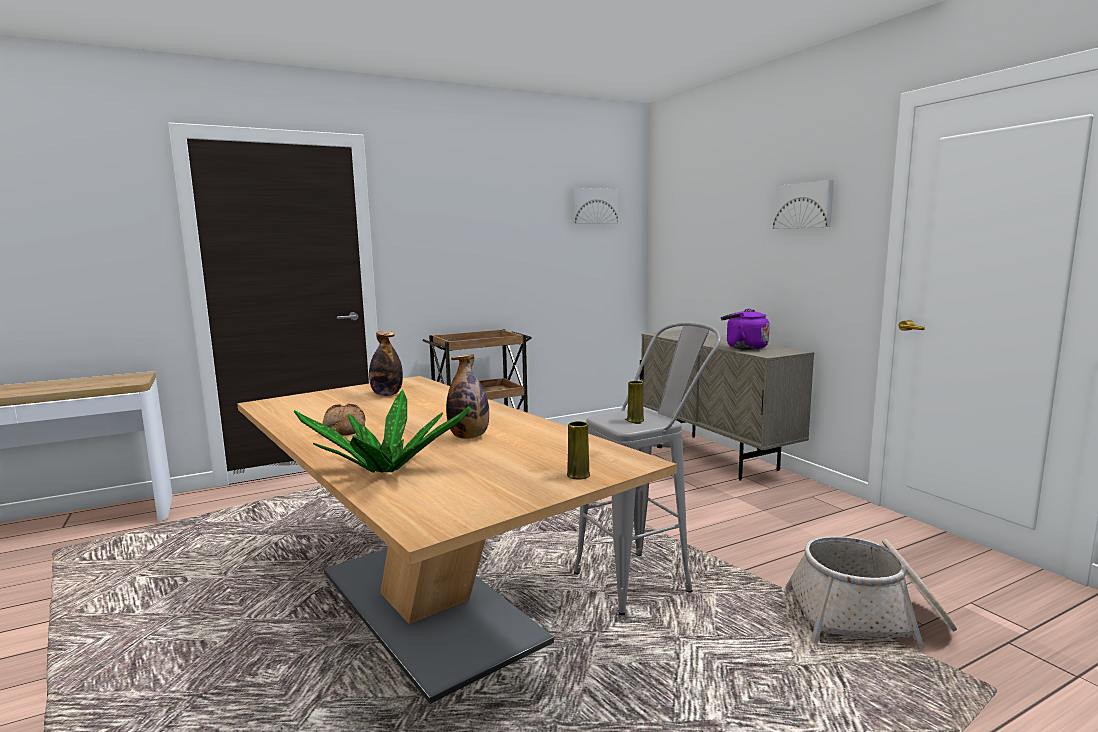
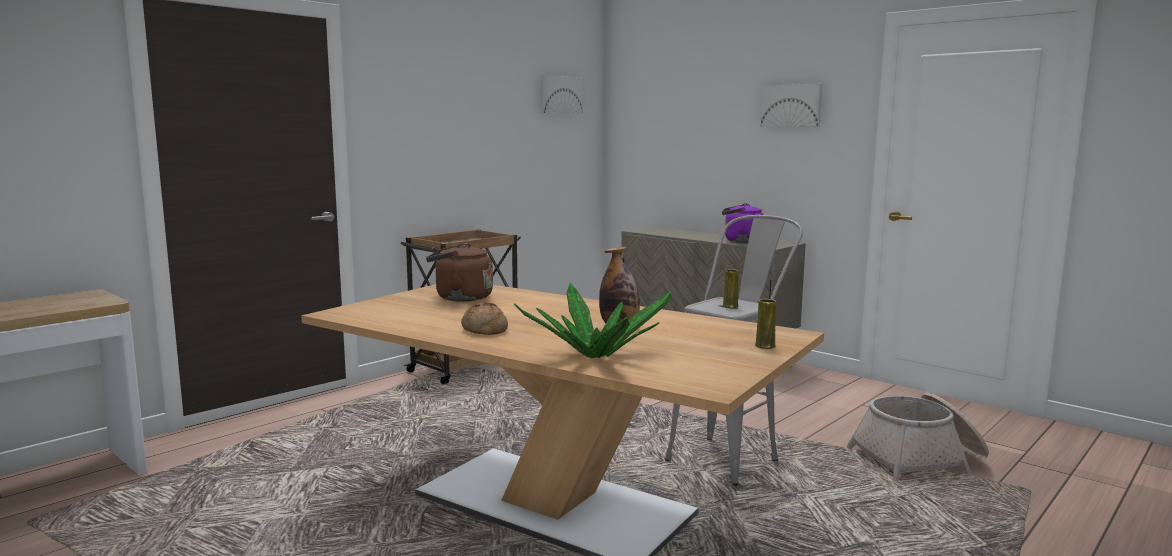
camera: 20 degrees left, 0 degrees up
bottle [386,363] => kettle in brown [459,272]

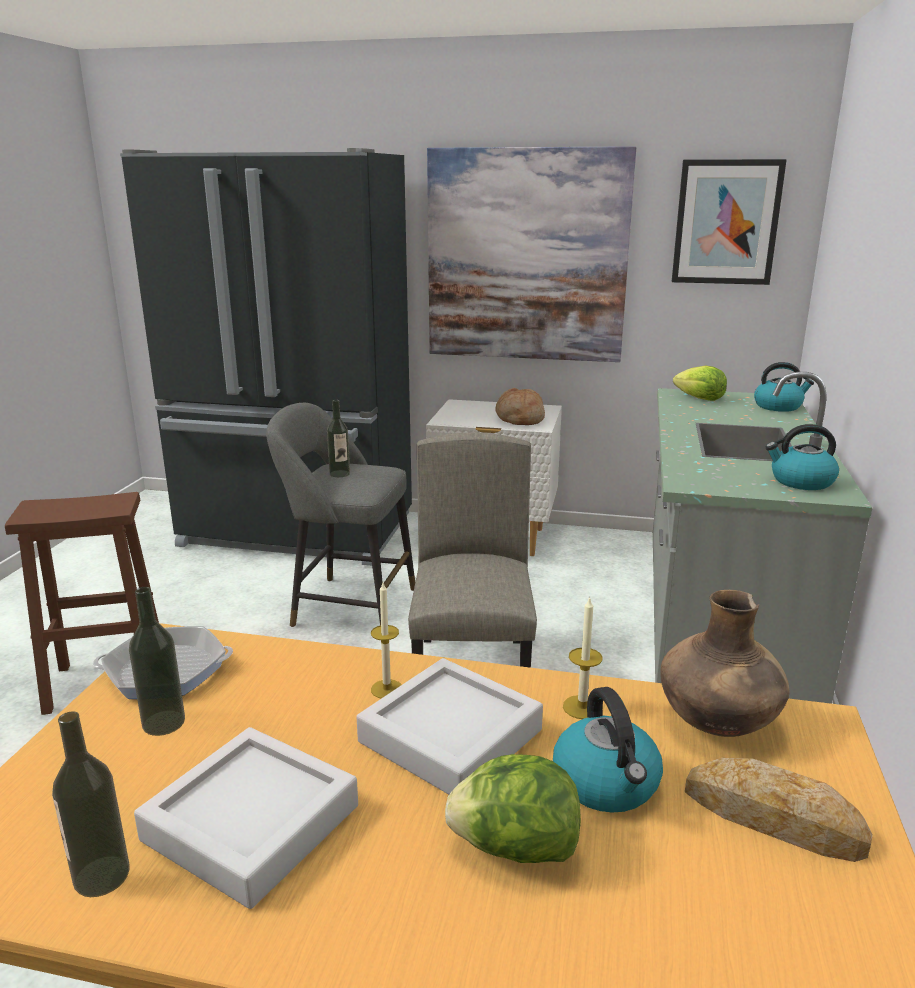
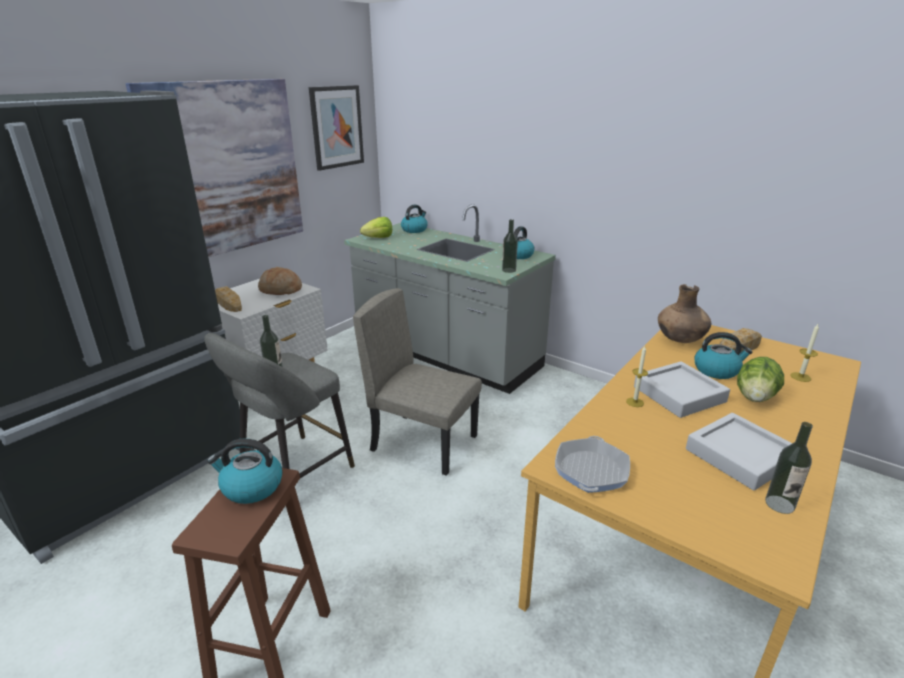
camera: 65 degrees left, 5 degrees up
bottle [157,661] => bottle [510,246], moved
candle [583,657] => candle [804,353], moved
nothing => kettle [245,471]
nothing => bread [228,299]

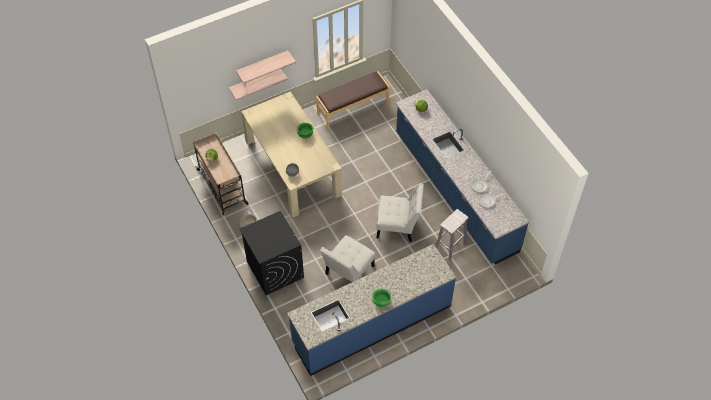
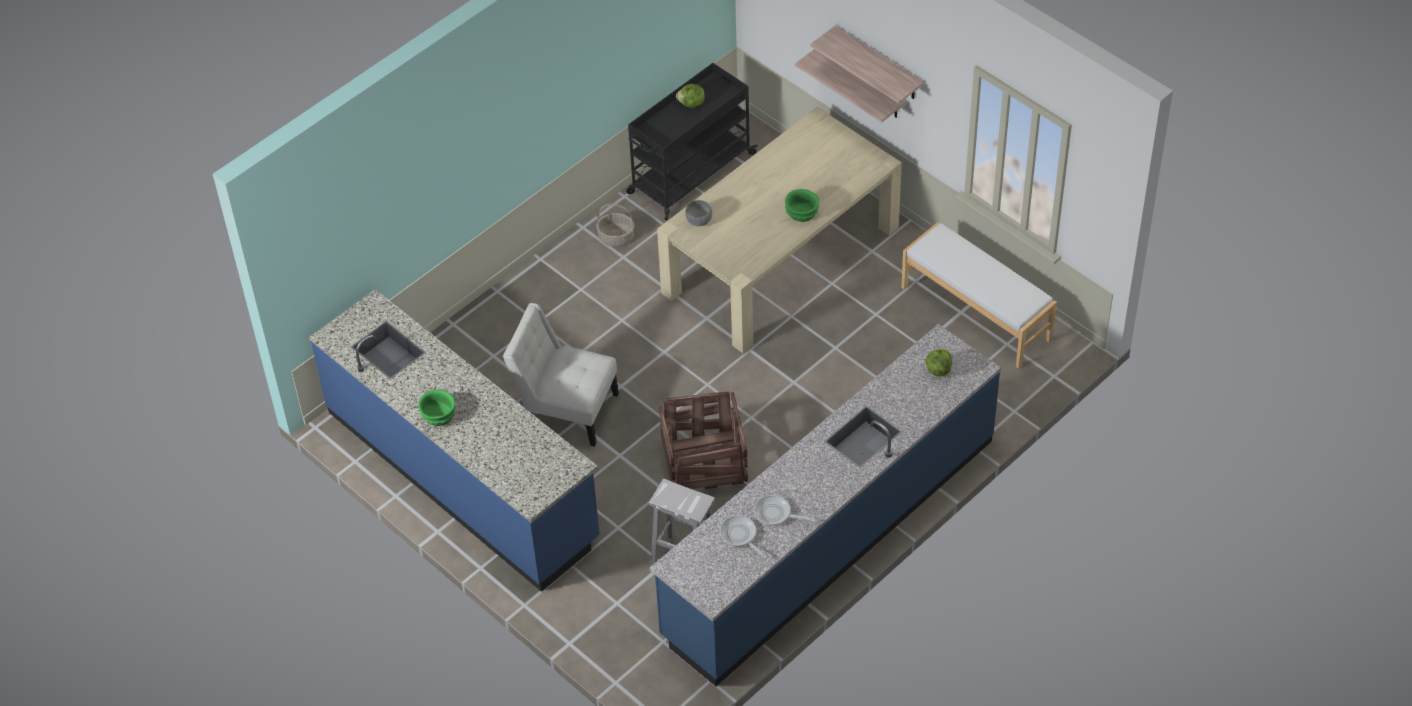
camera: 75 degrees right, 5 degrees down
cart in beige [221,174] => cart in black [692,141]
washing machine in black [272,253] => nothing
bench in brown [353,100] => bench in white [979,295]
chair in white [400,213] => crate [703,440]

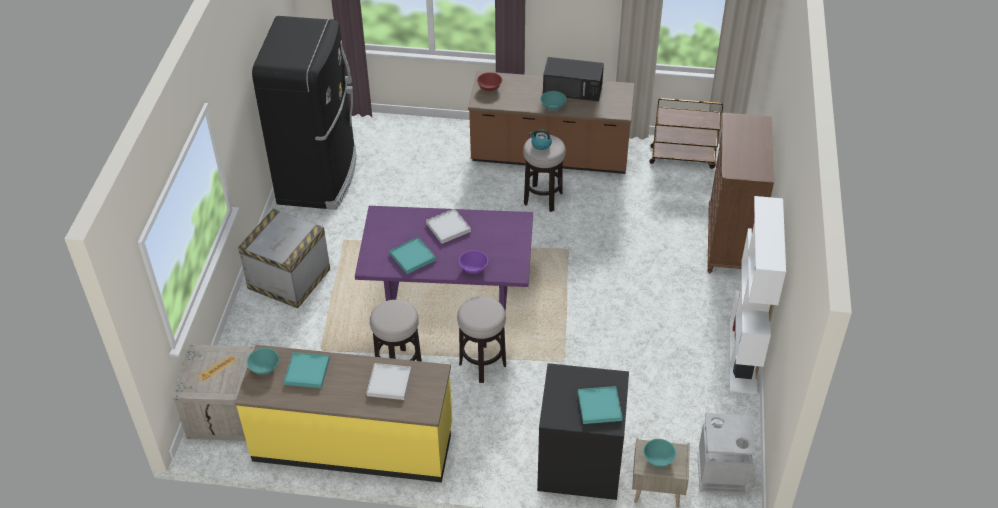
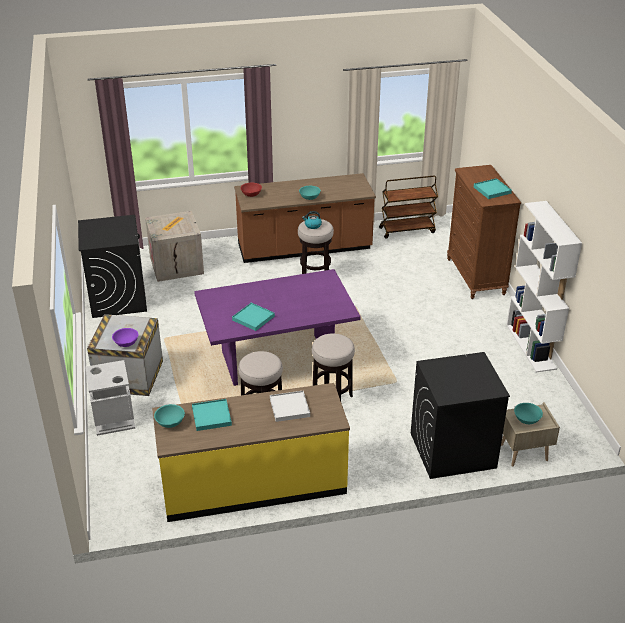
camera: 20 degrees left, 10 degrees down
crate [214,393] => crate [174,246], moved
fridge in black [304,113] => washing machine in black [112,266]
tray in white [448,226] => nothing
bowl in purple [473,262] => bowl in purple [125,337], moved
microwave in black [573,79] => nothing
tray in turquoise [600,405] => tray in turquoise [493,188], moved
trash can in grey [726,453] => trash can in grey [110,398], moved

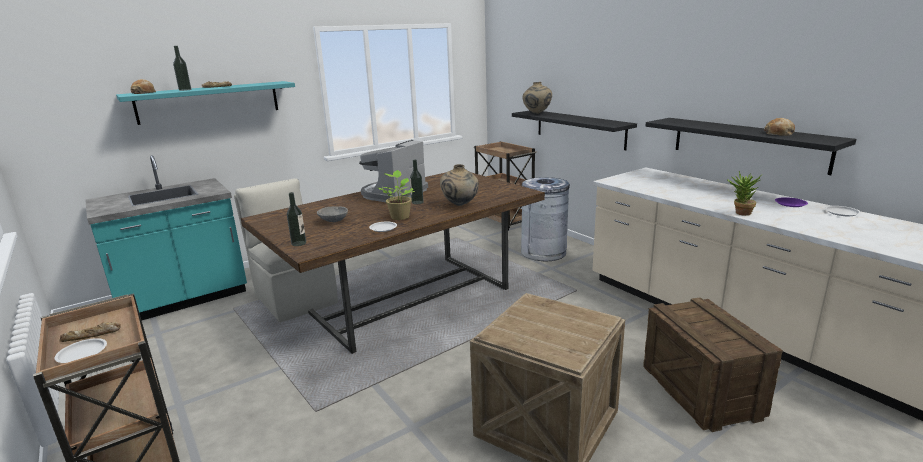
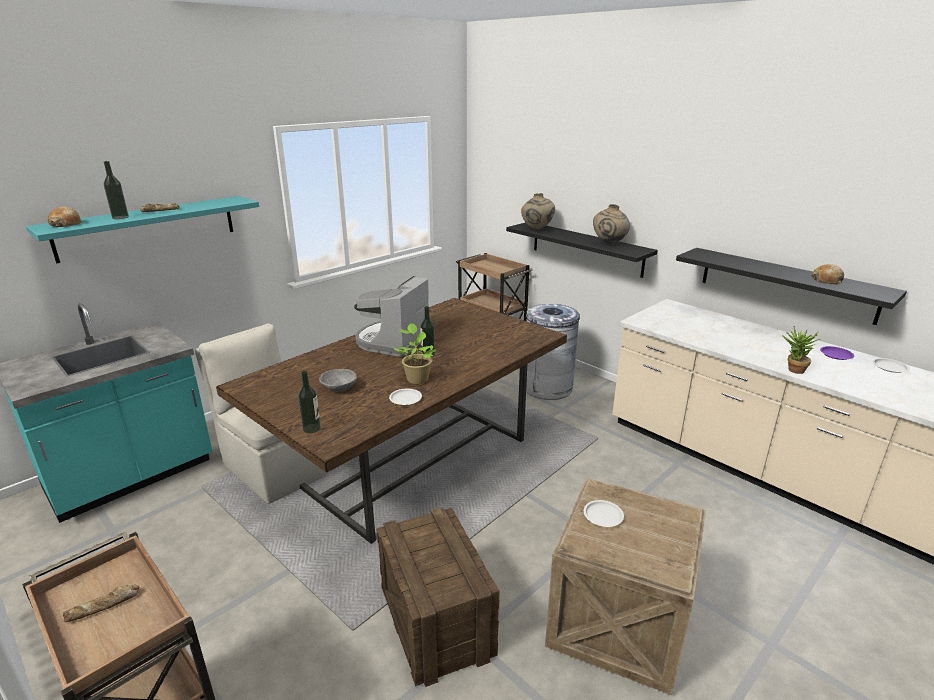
camera: 10 degrees left, 5 degrees up
plate in white [81,350] => plate in white [604,513], moved
vase in beige [459,185] => vase in beige [611,224], moved
crate [713,364] => crate [438,597], moved

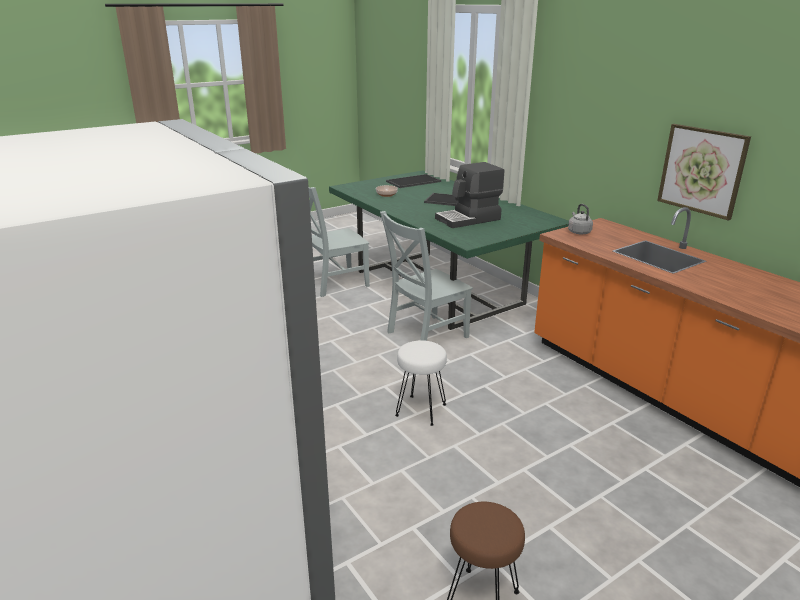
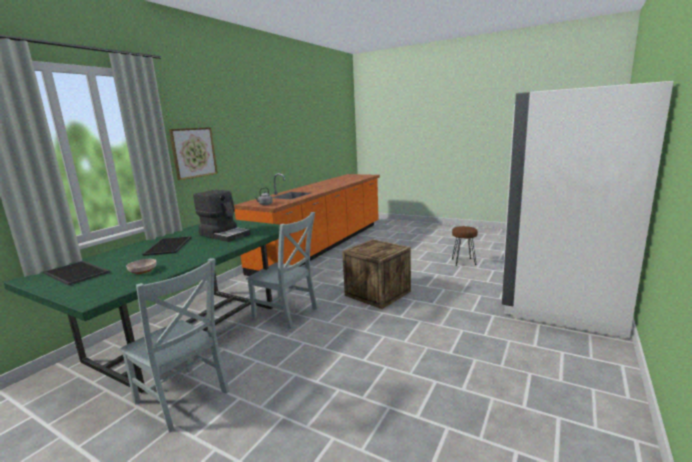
camera: 115 degrees left, 10 degrees down
stool in white [421,383] => crate [376,274]
picture [704,172] => picture [193,153], moved

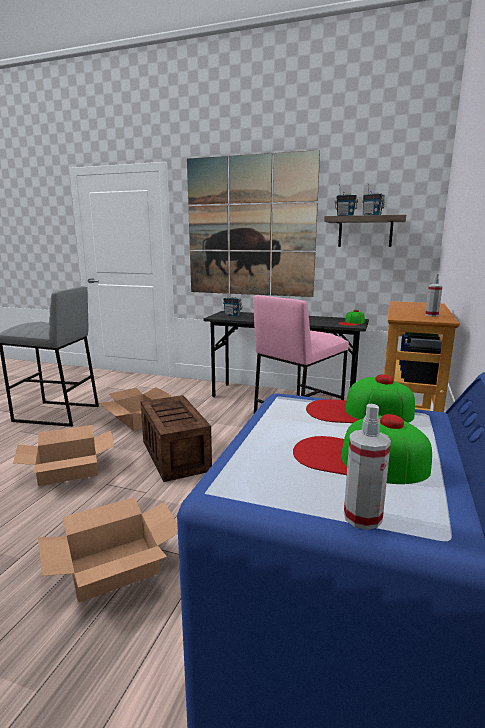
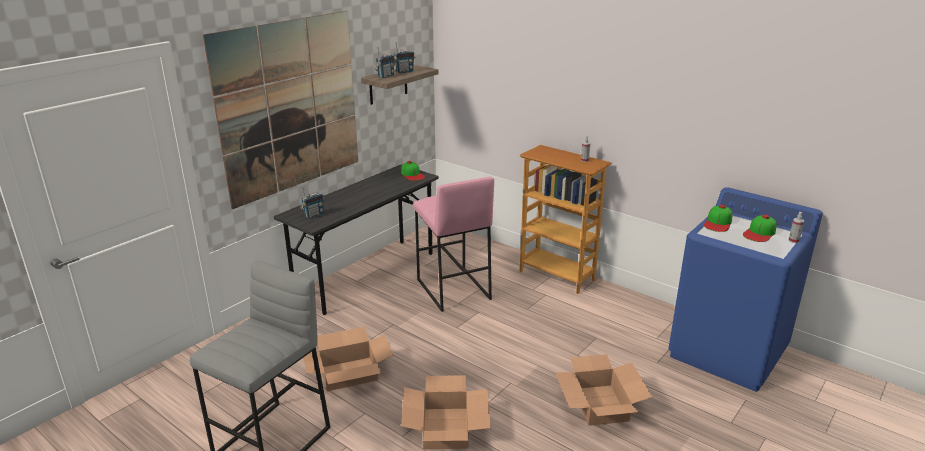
camera: 70 degrees left, 10 degrees up
crate [176,438] => nothing

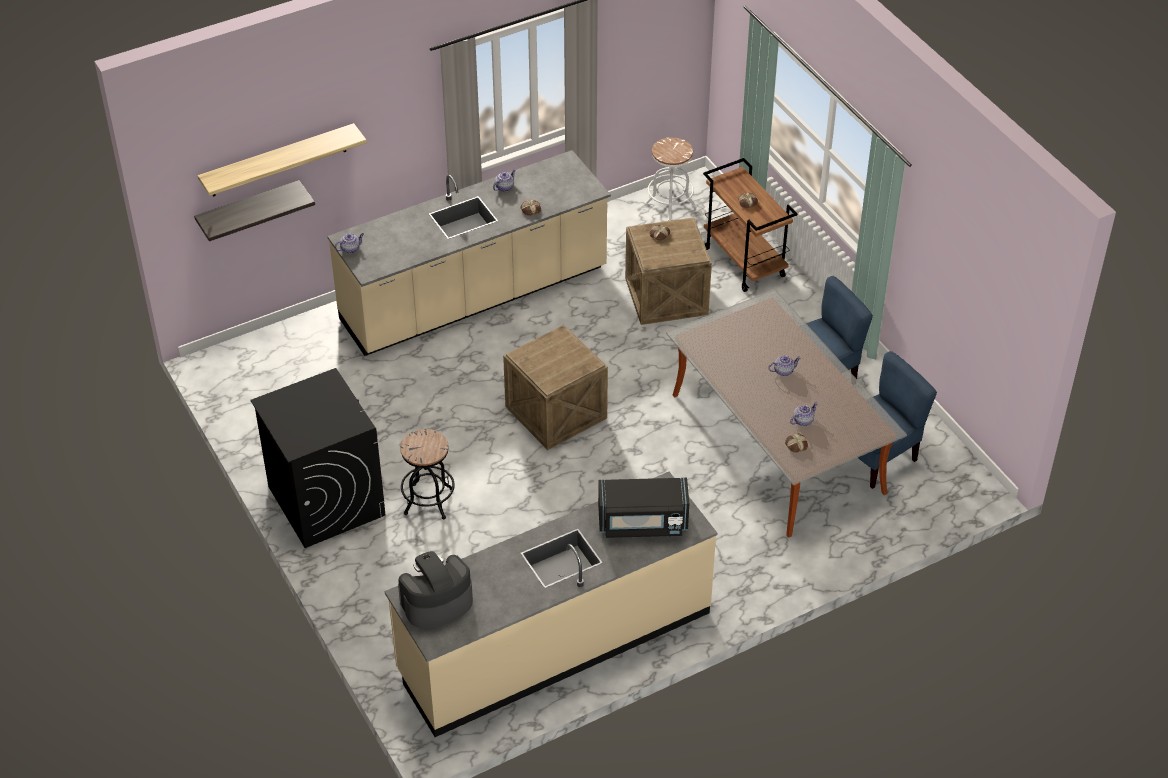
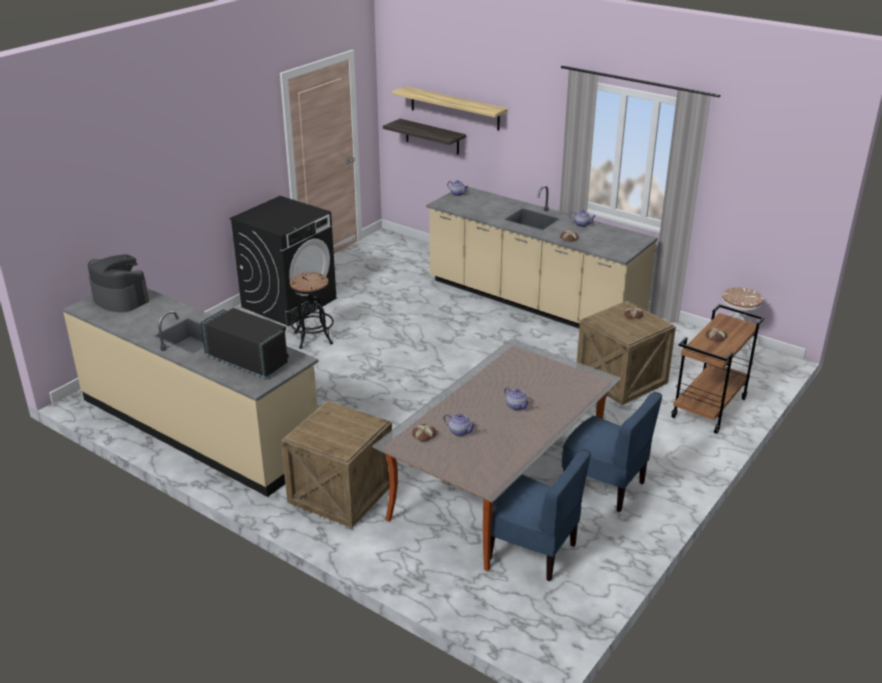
camera: 65 degrees right, 15 degrees down
crate [555,387] => crate [336,464], moved
microwave in black [643,508] => microwave in black [245,343], 150 degrees clockwise

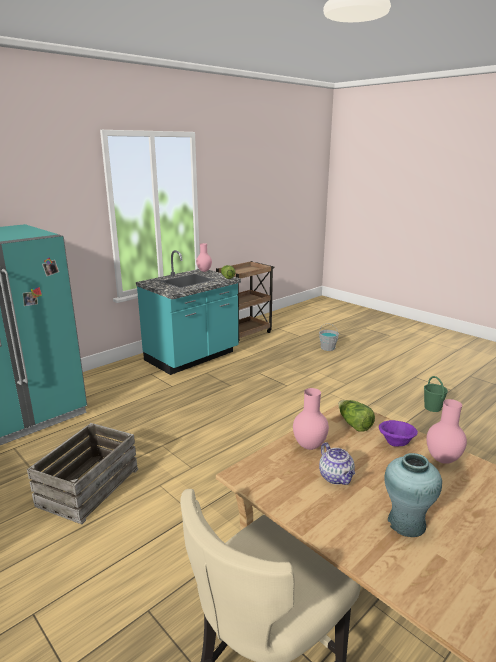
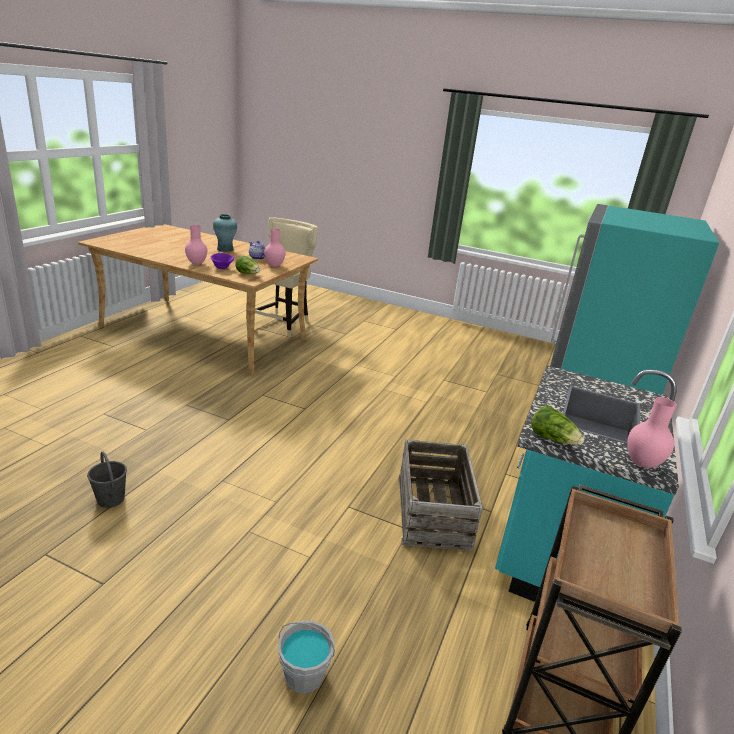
camera: 155 degrees right, 5 degrees up
crate [82,474] => crate [441,495], moved
bucket in green [436,394] => bucket in grey [107,480]

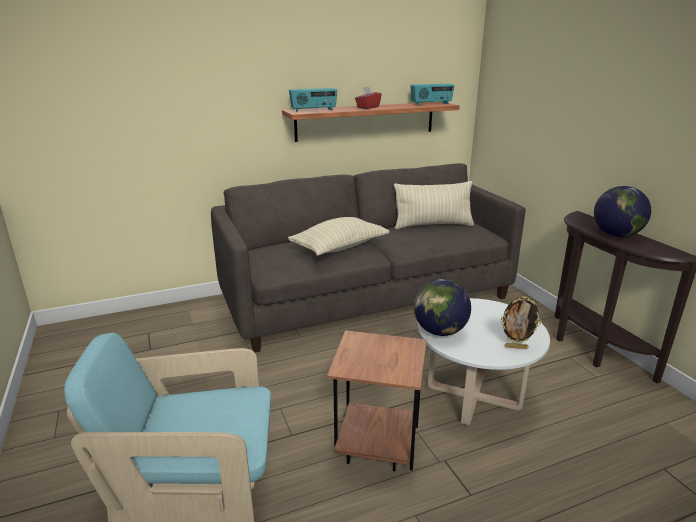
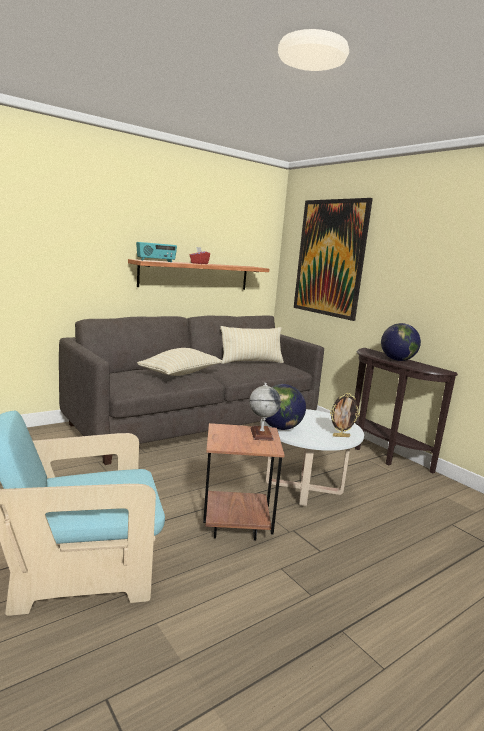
camera: 15 degrees left, 10 degrees down
radio [432,94] => nothing
nothing => globe [265,412]
nothing => picture [333,259]

